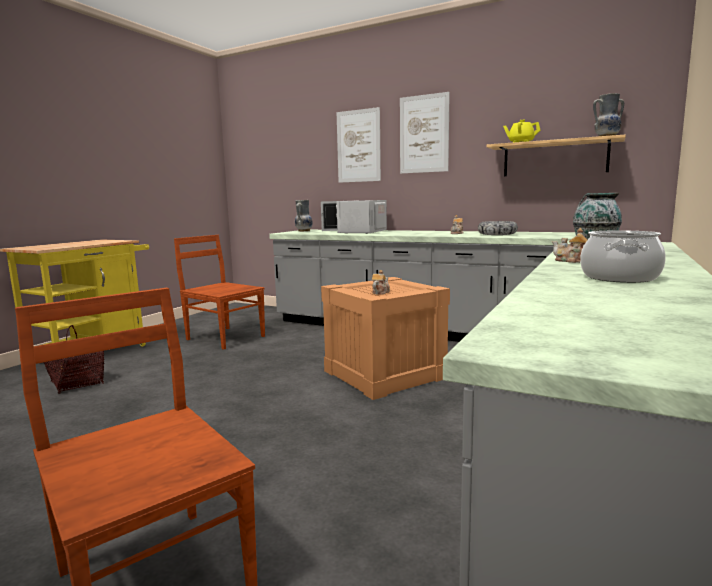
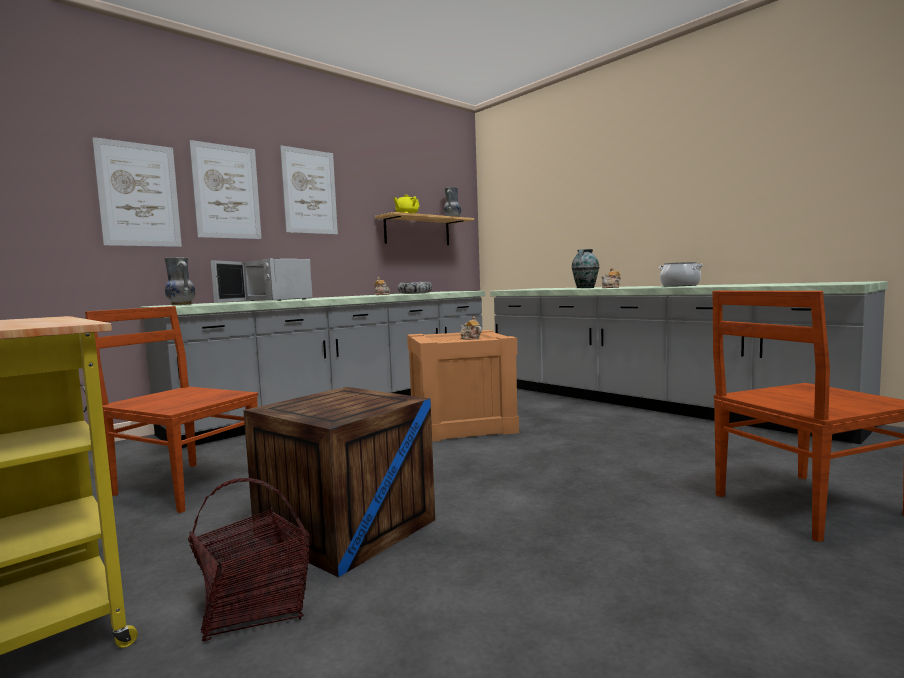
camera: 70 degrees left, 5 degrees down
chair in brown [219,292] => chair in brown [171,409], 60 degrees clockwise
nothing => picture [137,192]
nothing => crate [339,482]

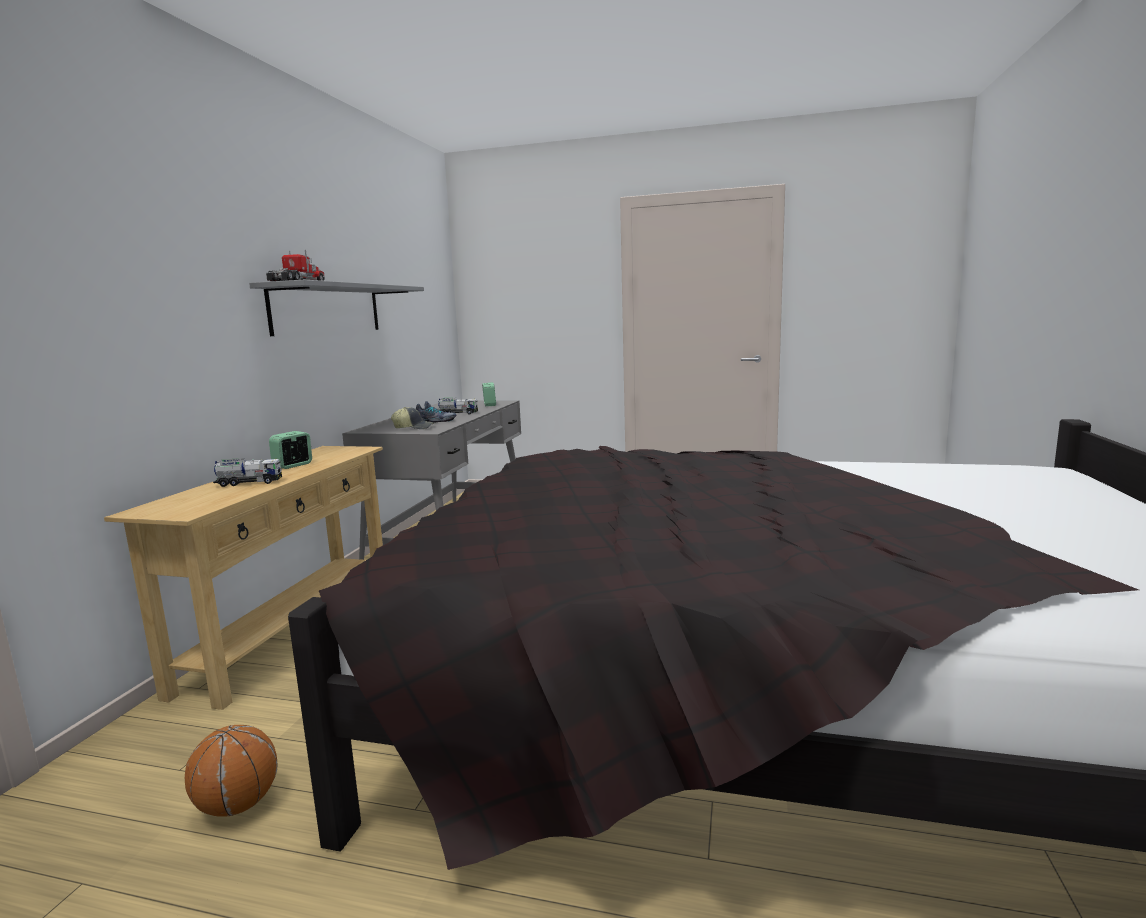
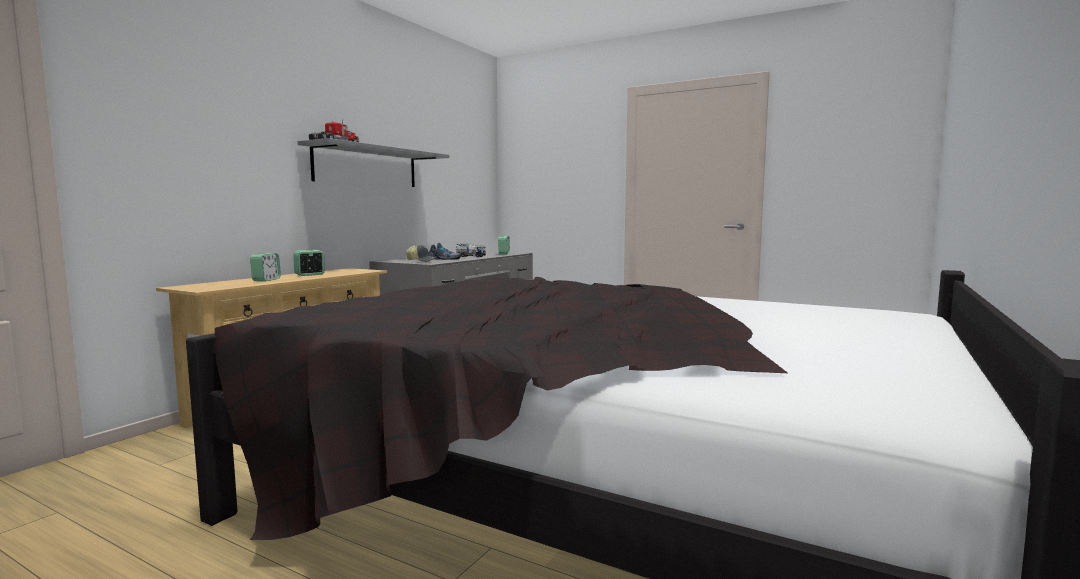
camera: 15 degrees right, 5 degrees down
basketball [231,771] => nothing
toy truck [247,472] => alarm clock [265,267]

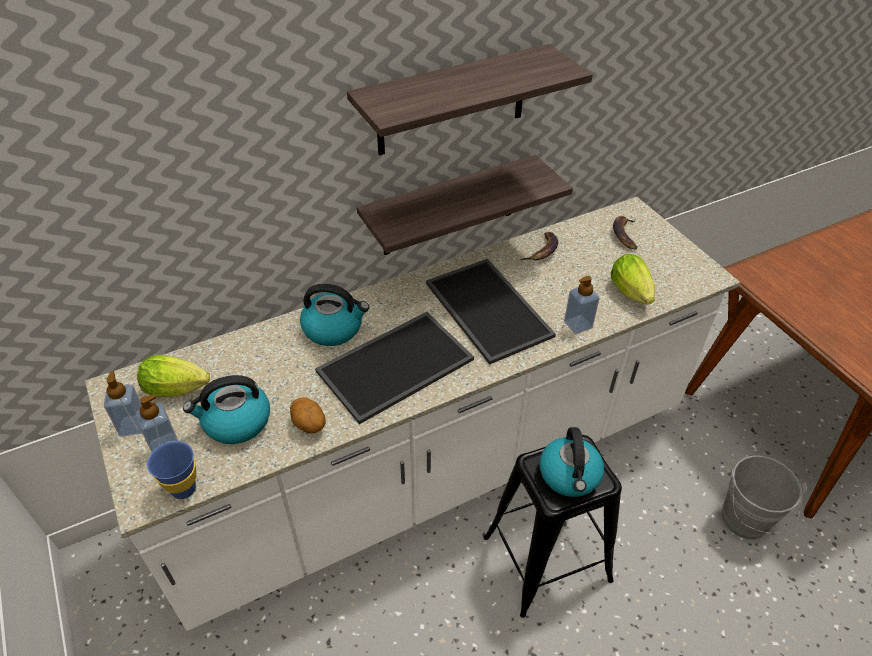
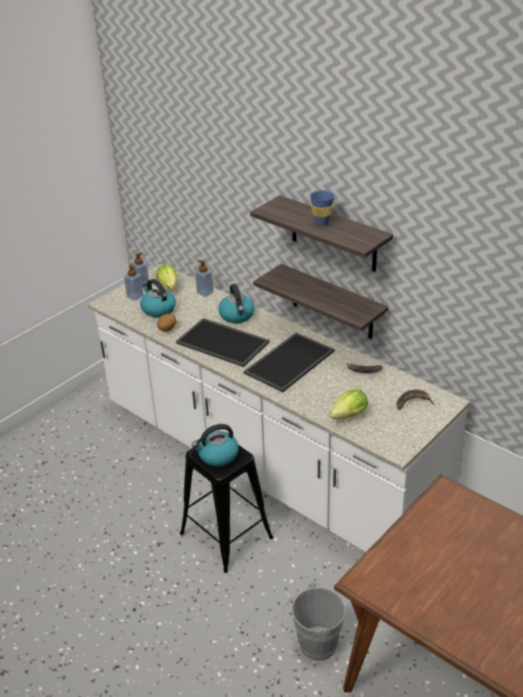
camera: 70 degrees right, 10 degrees down
cup in blue [171,470] => cup in blue [322,208], moved
soap dispenser [582,305] => soap dispenser [204,278], moved

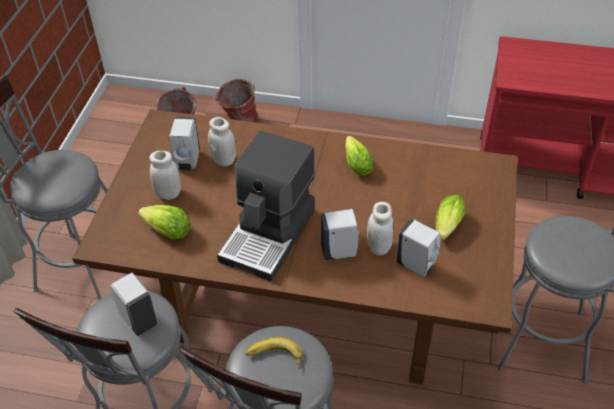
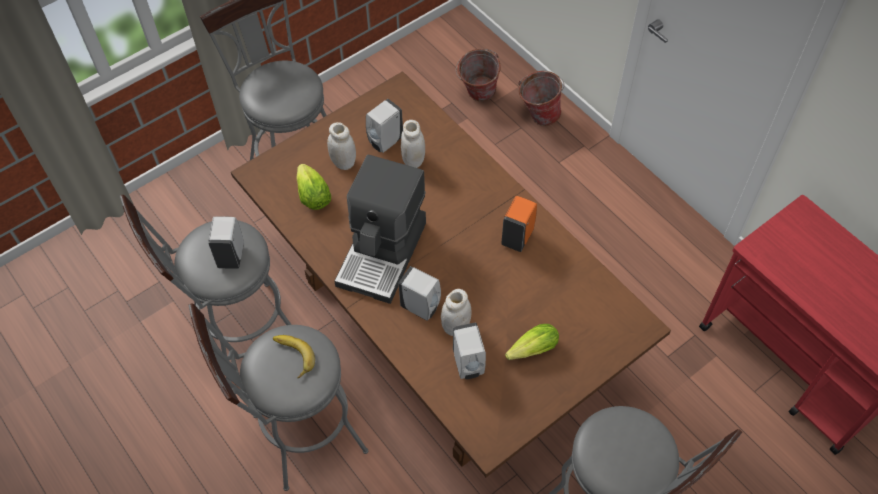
camera: 40 degrees right, 10 degrees up
coffee machine [266,205] => coffee machine [380,229], 45 degrees counterclockwise
lettuce [359,155] => soap dispenser in orange [519,224]

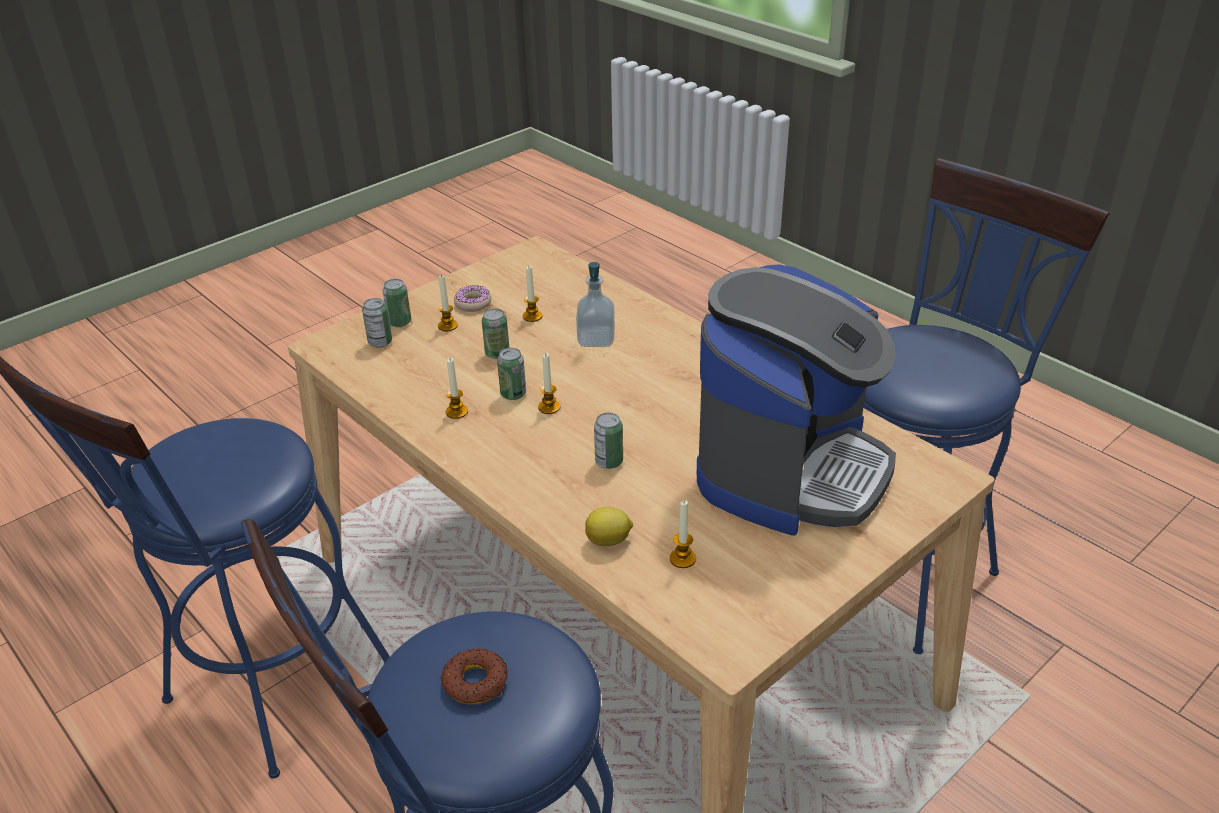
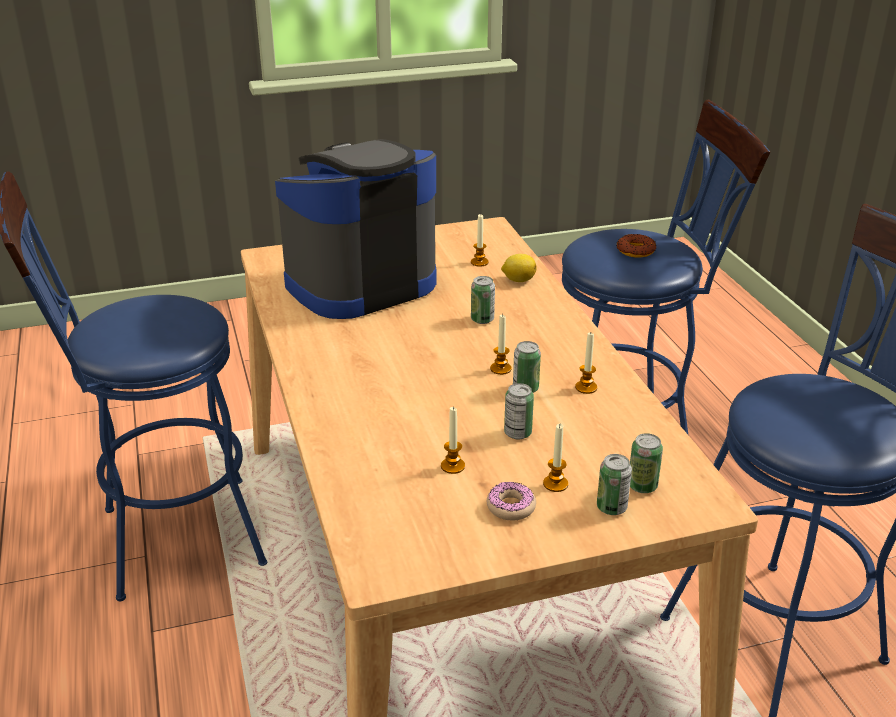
camera: 155 degrees left, 5 degrees down
soap dispenser [595,304] => nothing

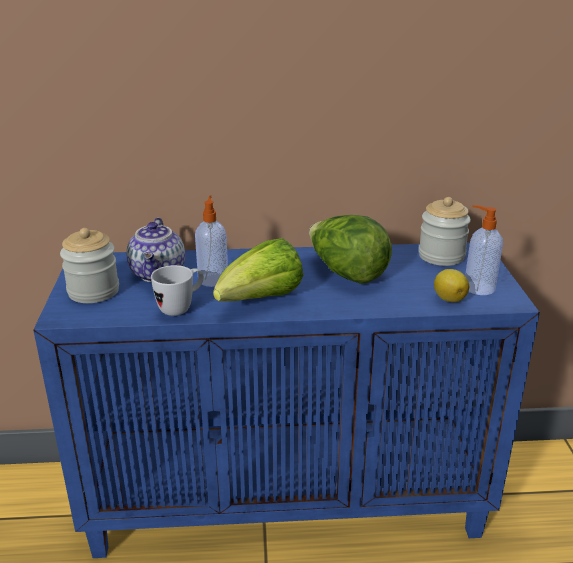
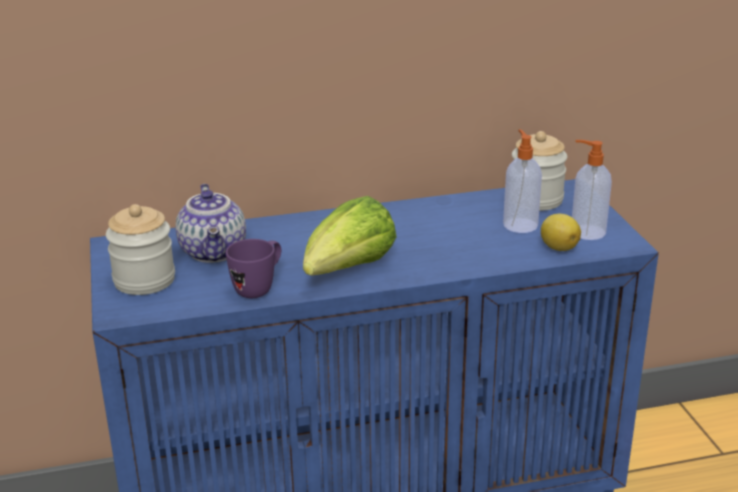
camera: 10 degrees left, 0 degrees up
mug in white [177,290] => mug in purple [253,268]
soap dispenser [211,241] => soap dispenser [522,181], moved
lettuce [350,249] => nothing

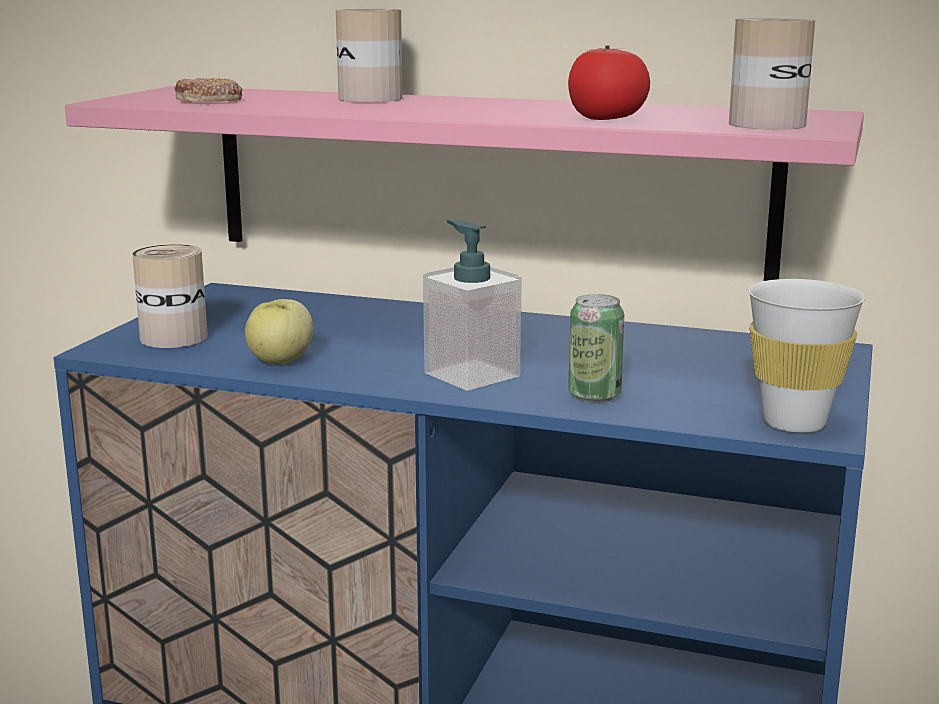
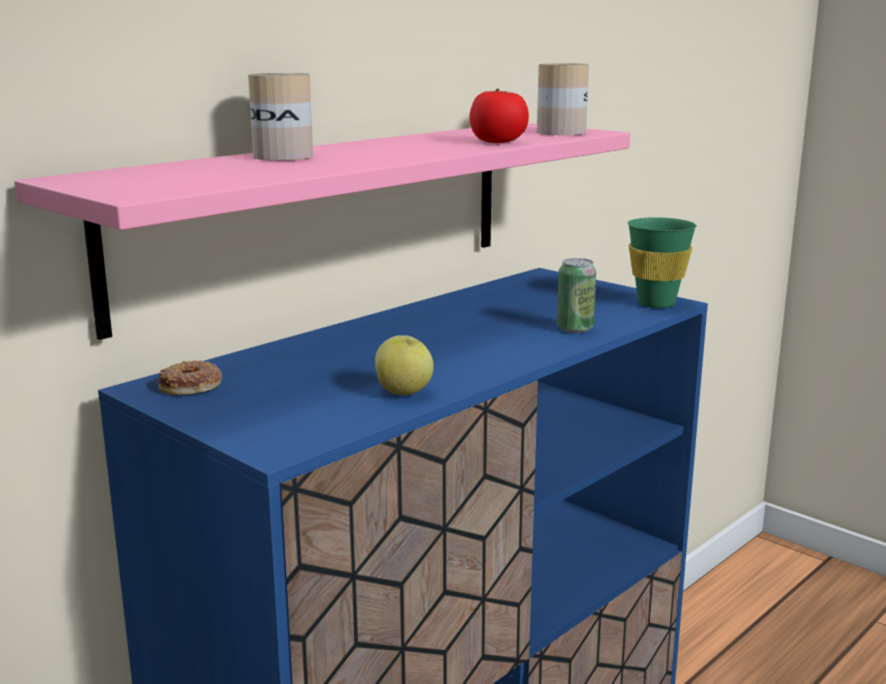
camera: 65 degrees left, 0 degrees up
can [170,296] => nothing
donut [208,89] => donut [190,377], moved
soap dispenser [472,305] => nothing
cup in white [806,356] => cup in green [662,262]

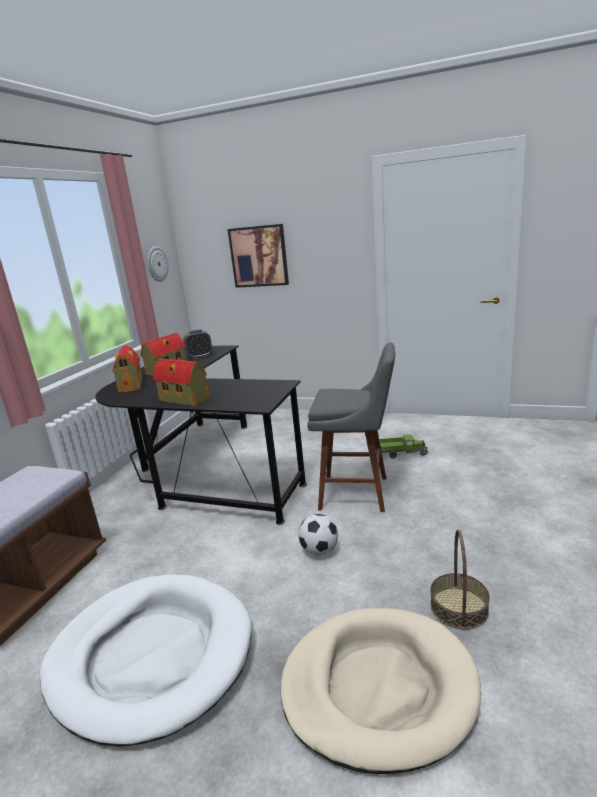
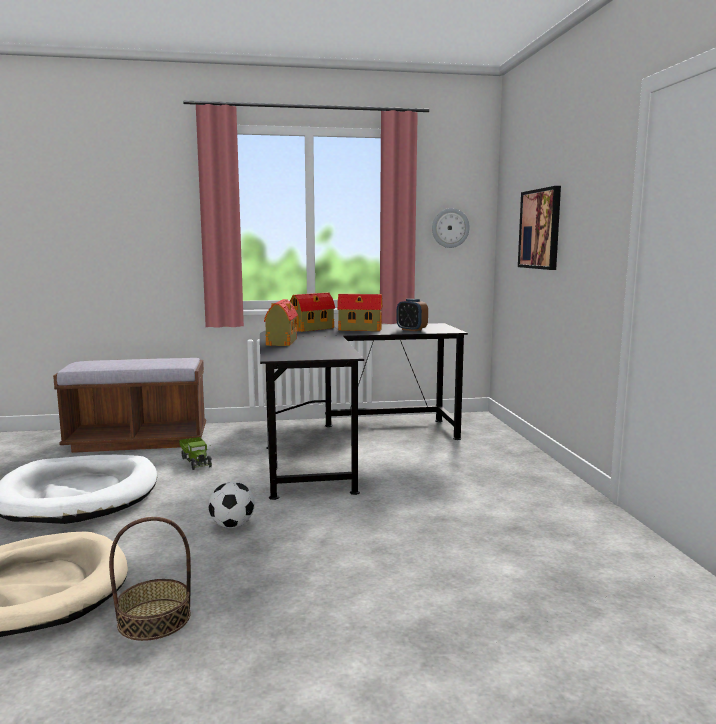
camera: 60 degrees right, 10 degrees down
stool in grey [351,427] => nothing
toy truck [403,447] => toy truck [195,453], moved

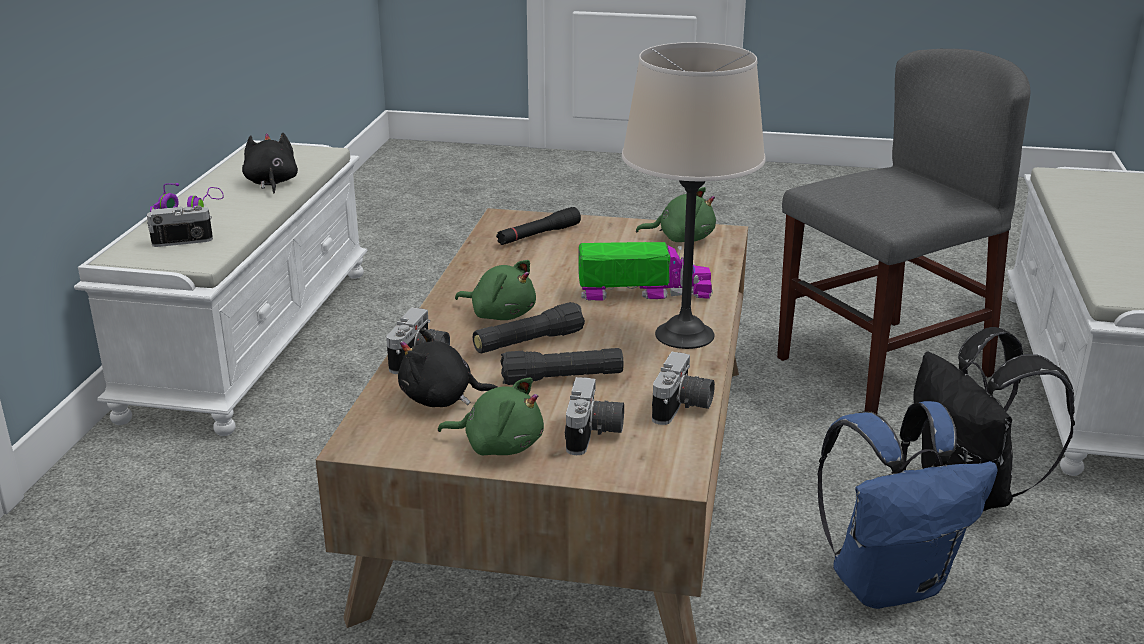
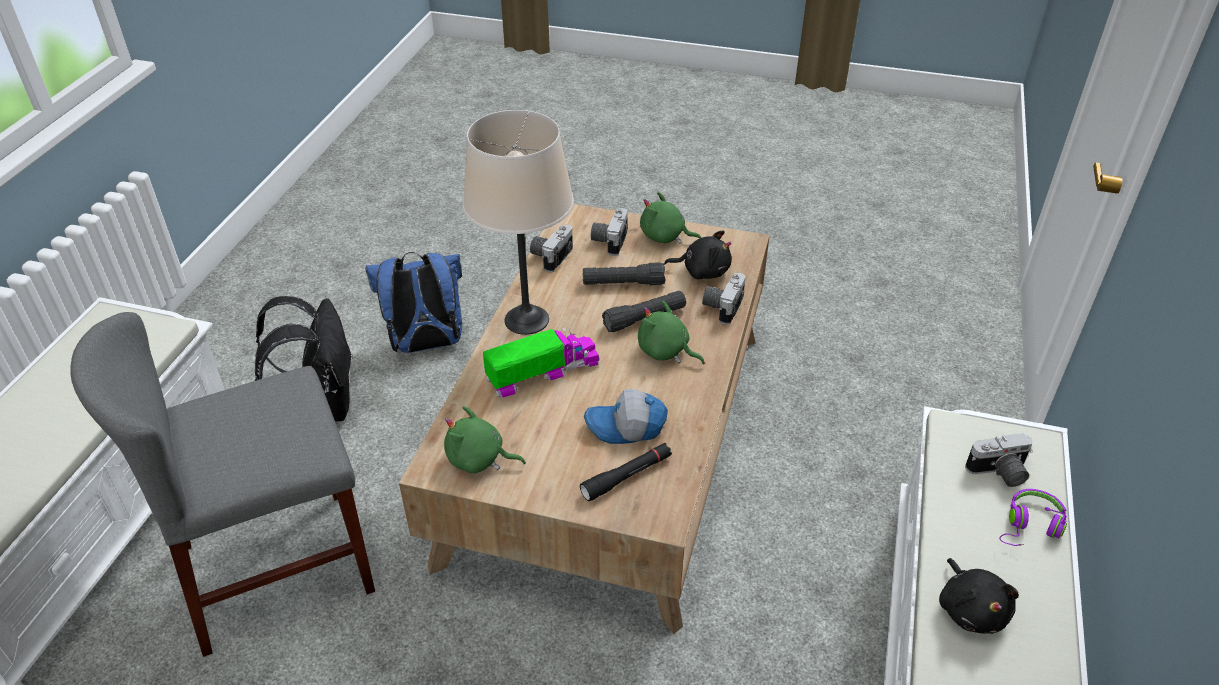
camera: 175 degrees left, 15 degrees up
toy truck [645,271] => toy truck [541,362], 150 degrees clockwise
nothing => cap [626,416]

